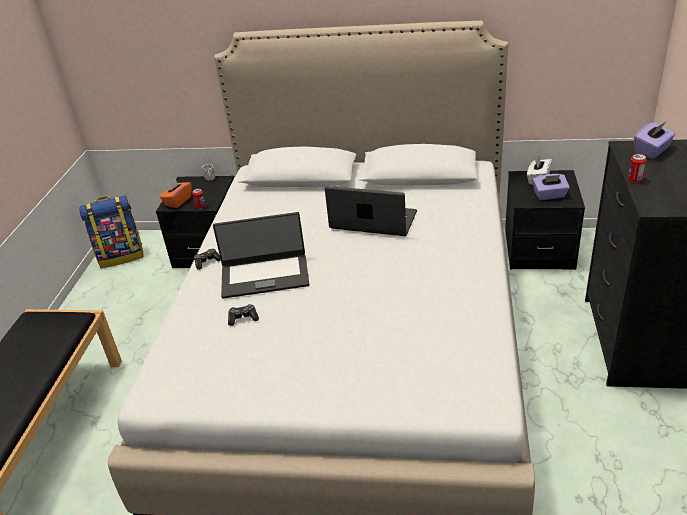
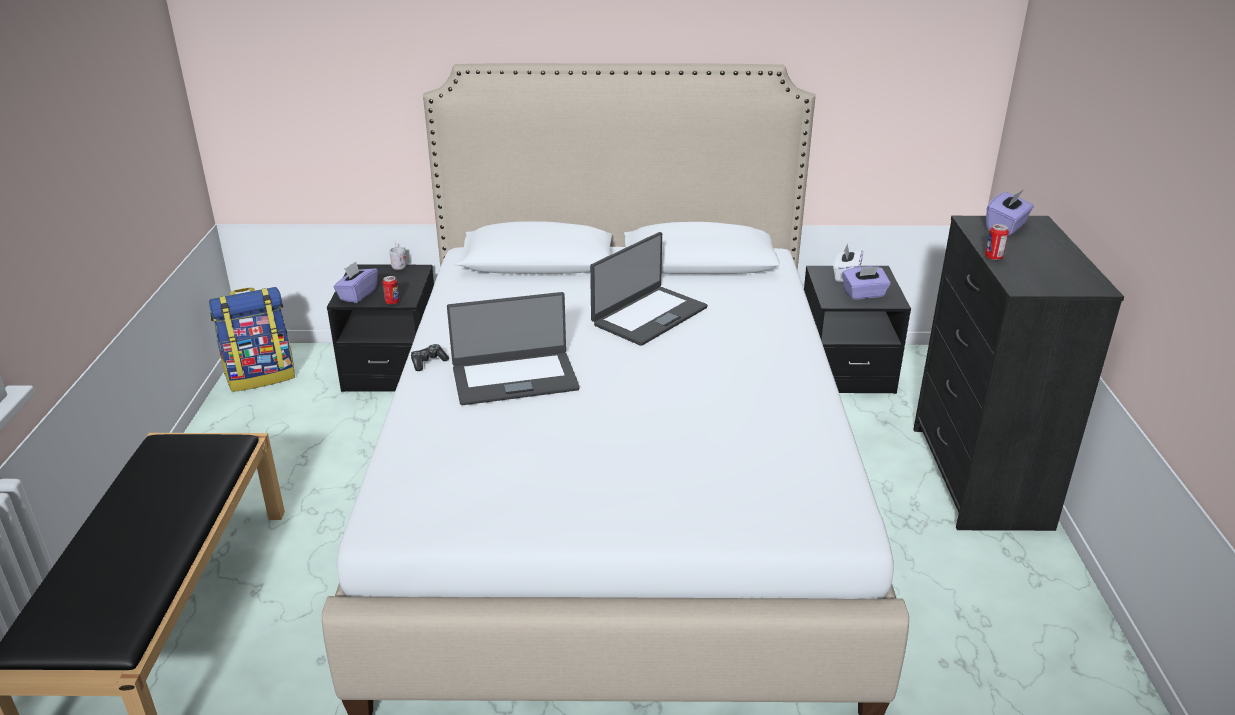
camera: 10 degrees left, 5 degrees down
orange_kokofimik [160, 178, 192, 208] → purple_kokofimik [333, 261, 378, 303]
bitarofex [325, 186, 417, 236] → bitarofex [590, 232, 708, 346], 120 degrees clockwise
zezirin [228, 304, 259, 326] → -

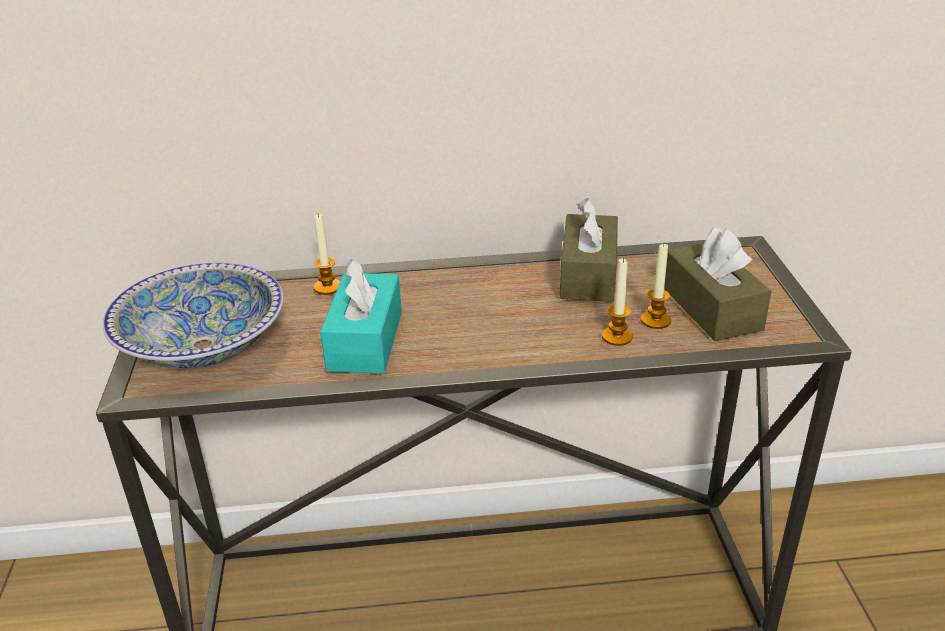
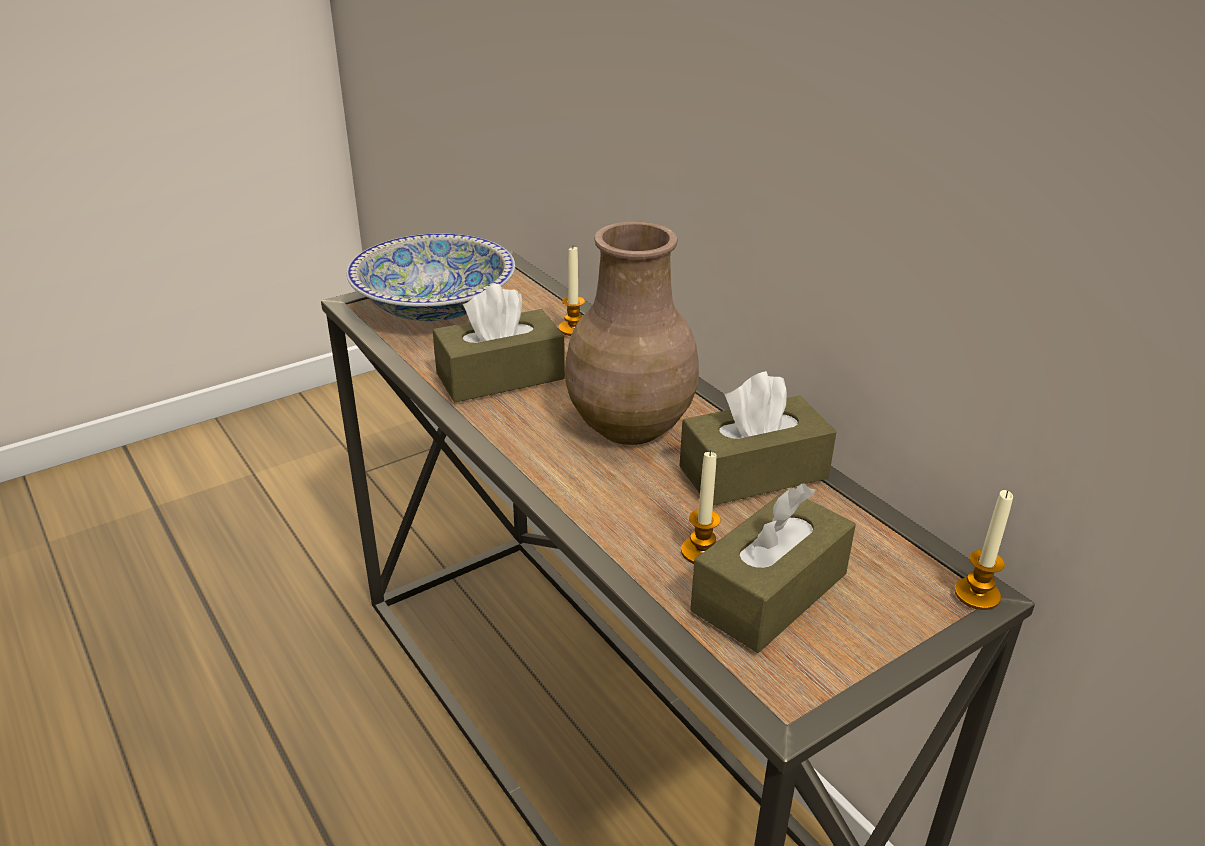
camera: 60 degrees right, 0 degrees up
turquoise_kokofimik [320, 259, 402, 374] → brown_kokofimik [433, 284, 565, 402]
- → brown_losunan [565, 222, 699, 445]
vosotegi [602, 258, 633, 346] → vosotegi [955, 490, 1013, 610], relocated

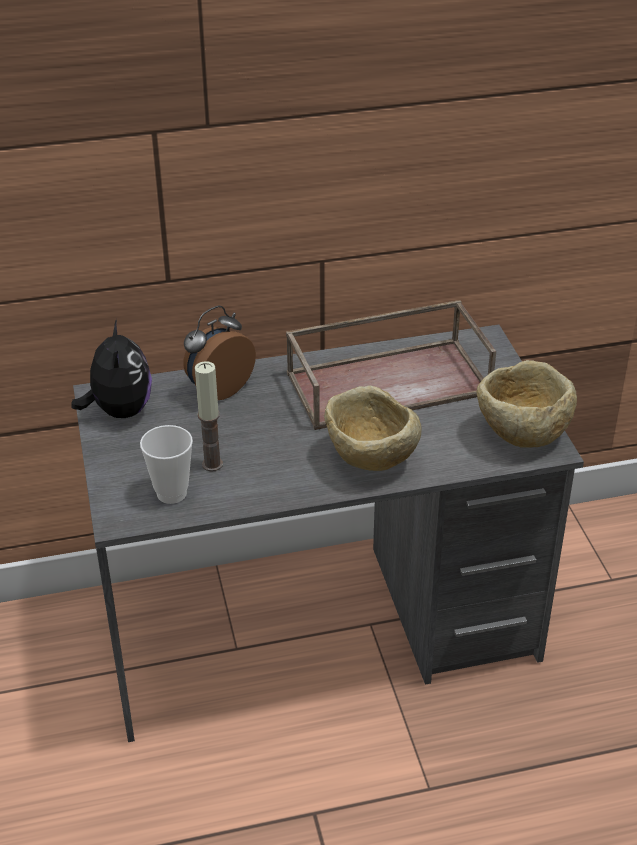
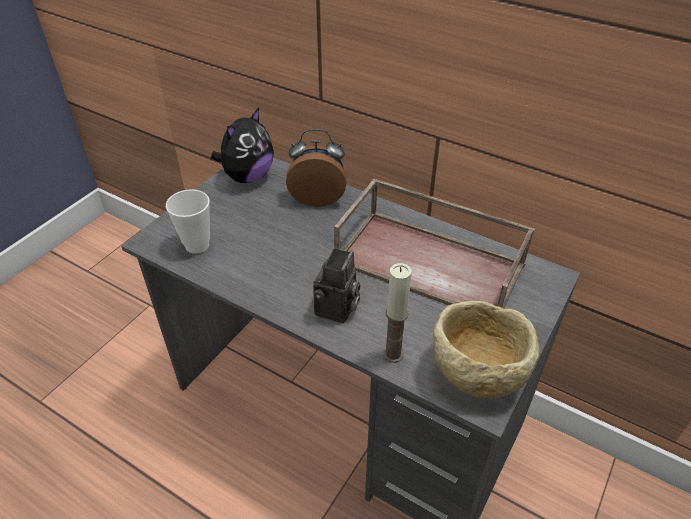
camera: 45 degrees right, 5 degrees up
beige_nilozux [324, 385, 421, 471] → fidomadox [313, 248, 360, 323]
vosotegi [195, 361, 223, 472] → vosotegi [383, 263, 412, 363], relocated

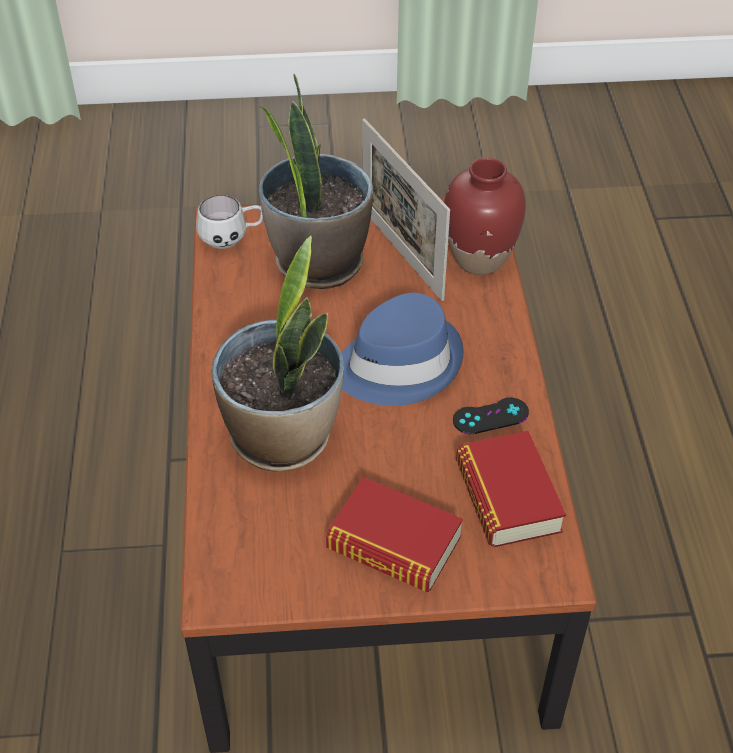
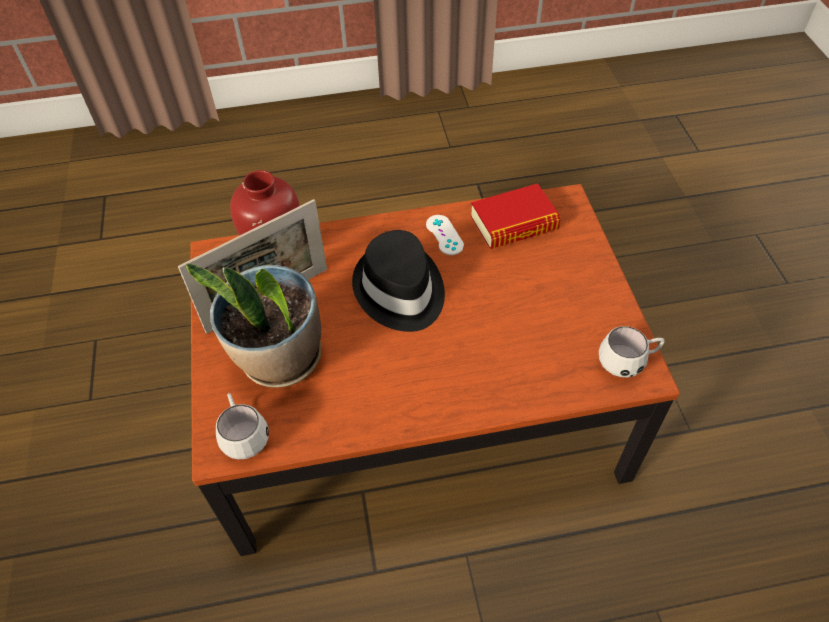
camera: 95 degrees left, 5 degrees up
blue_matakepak [341, 293, 463, 406] → black_matakepak [352, 230, 445, 332]
black_zezirin [453, 397, 529, 434] → white_zezirin [426, 215, 464, 255]
- → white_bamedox [599, 326, 665, 377]
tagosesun [211, 236, 344, 472] → -
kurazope [326, 477, 463, 593] → -

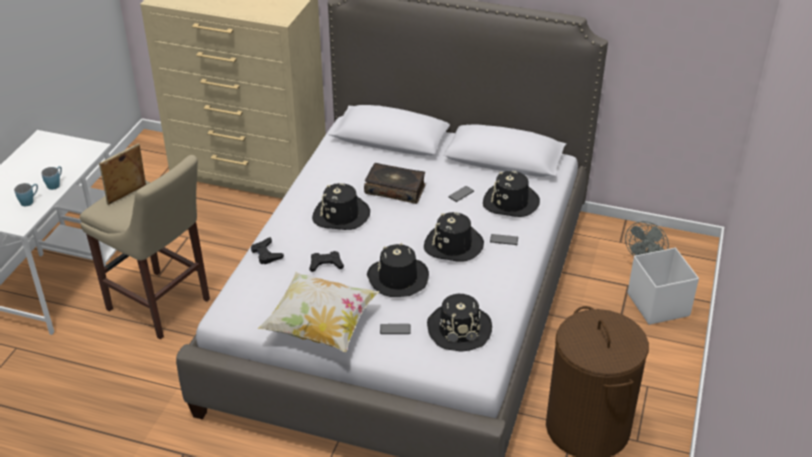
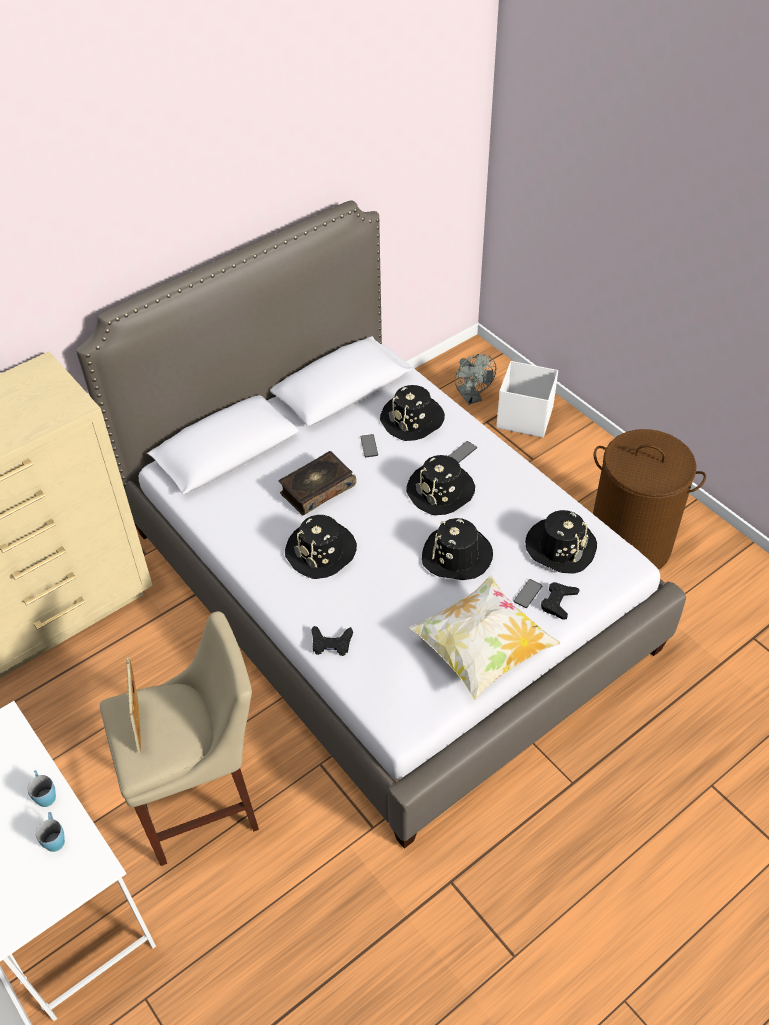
camera: 55 degrees left, 10 degrees up
black_zezirin [309, 251, 344, 272] → black_zezirin [541, 582, 580, 620], relocated

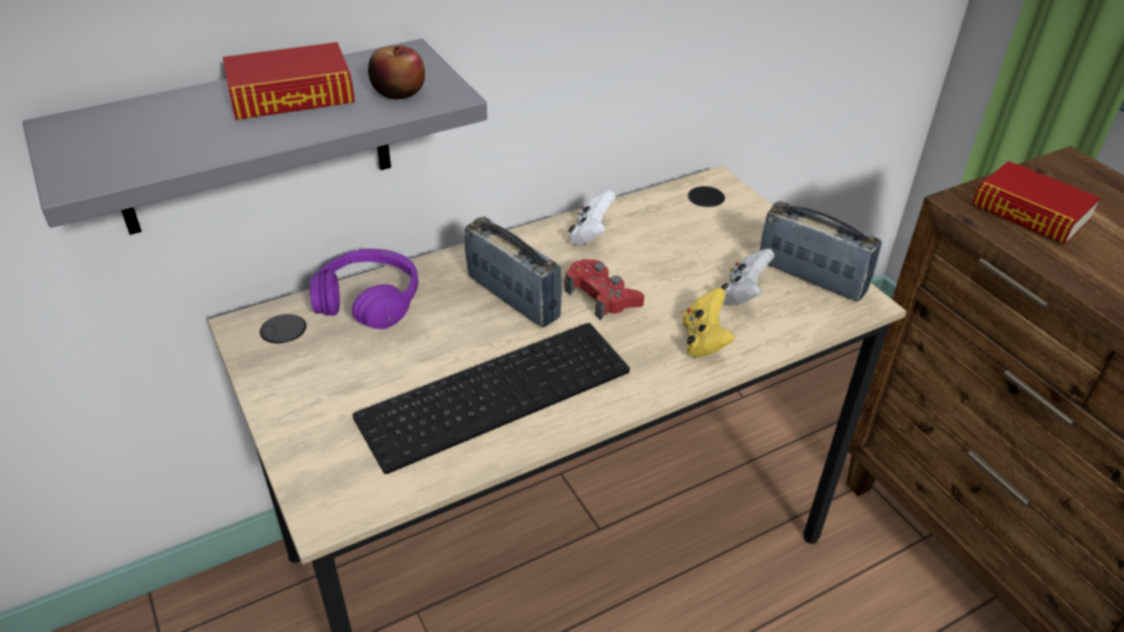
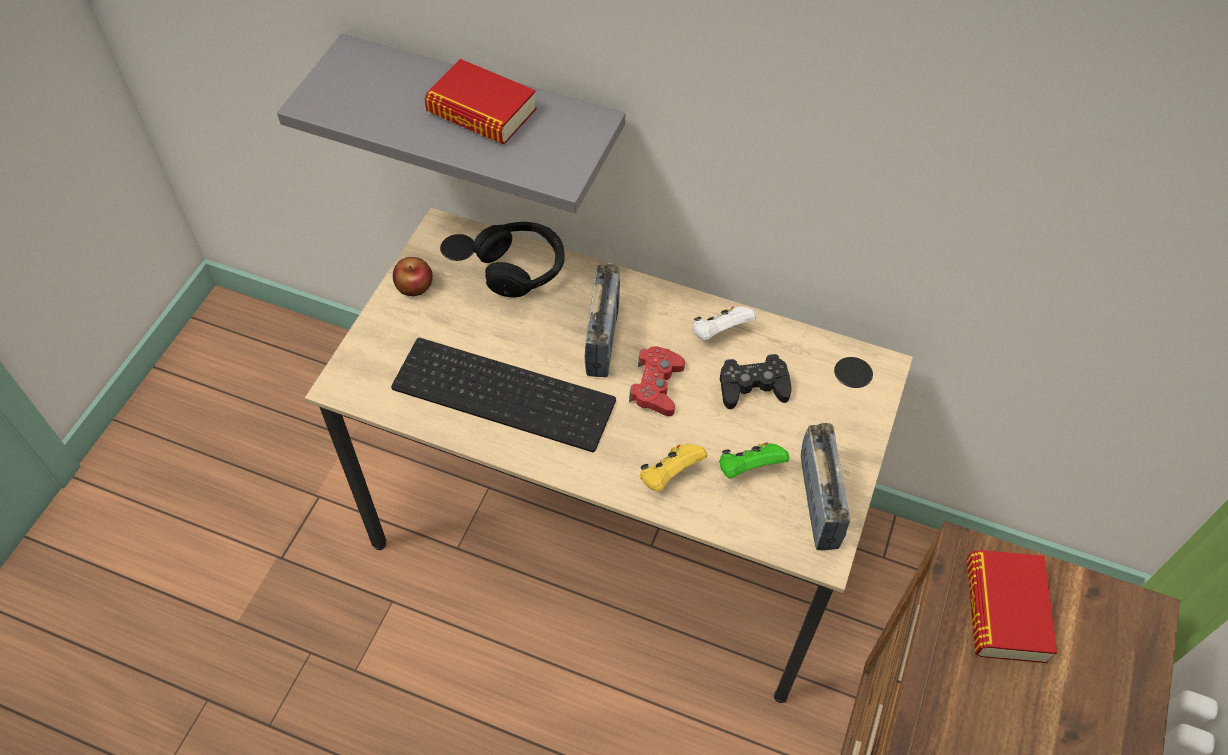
camera: 50 degrees right, 15 degrees up
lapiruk [368, 45, 425, 99] → lapiruk [393, 257, 433, 296], relocated
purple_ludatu [310, 249, 418, 329] → black_ludatu [472, 222, 565, 297]
white_zezirin [721, 249, 775, 306] → green_zezirin [719, 442, 789, 479]
- → black_zezirin [720, 354, 792, 409]

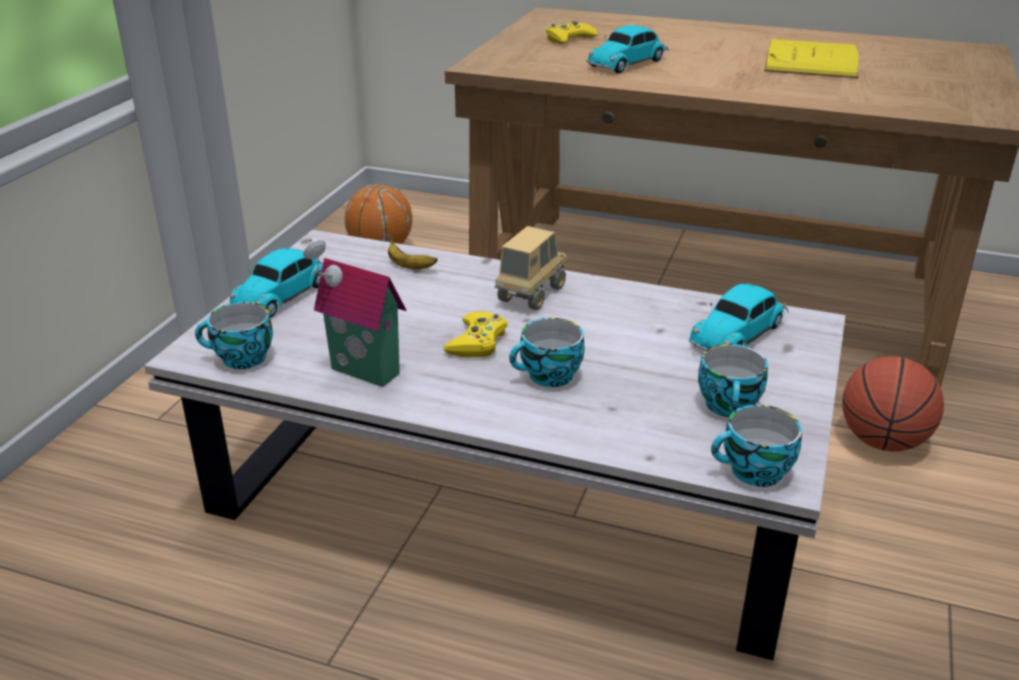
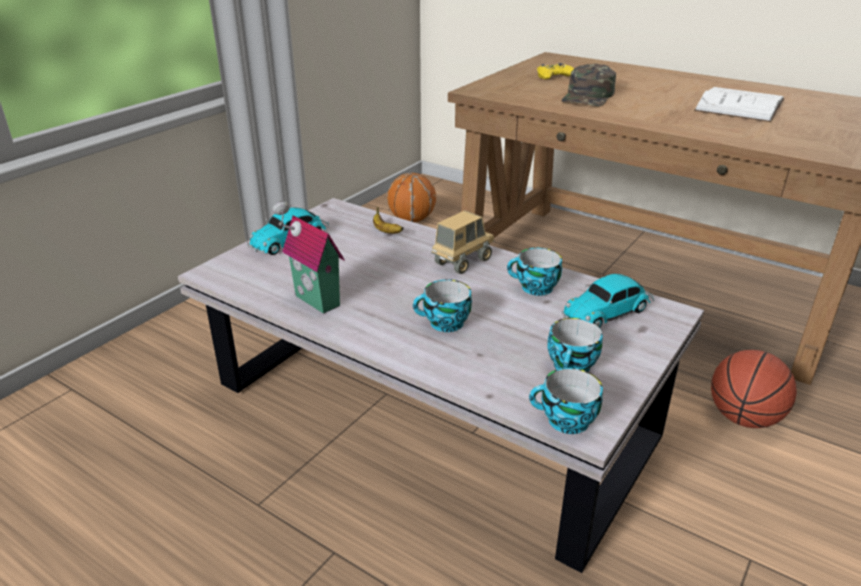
camera: 15 degrees right, 0 degrees up
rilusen [195, 302, 273, 369] → rilusen [507, 248, 562, 296], relocated
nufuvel [586, 25, 669, 74] → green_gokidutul [562, 64, 616, 106]
yellow_kurazope [764, 39, 859, 78] → white_kurazope [694, 87, 784, 122]
yellow_zezirin [443, 311, 507, 357] → -

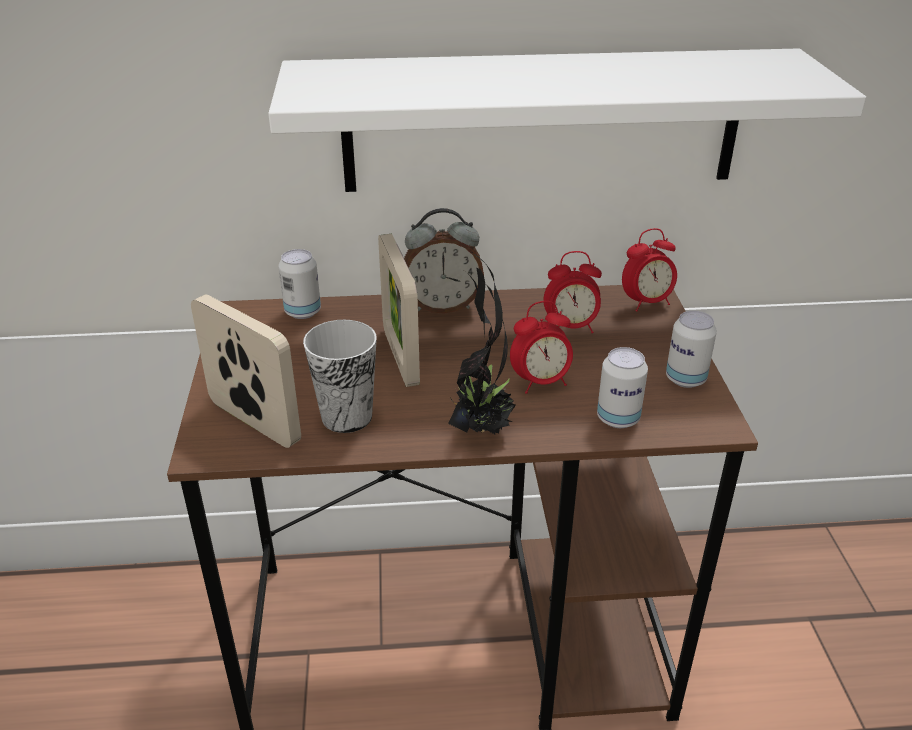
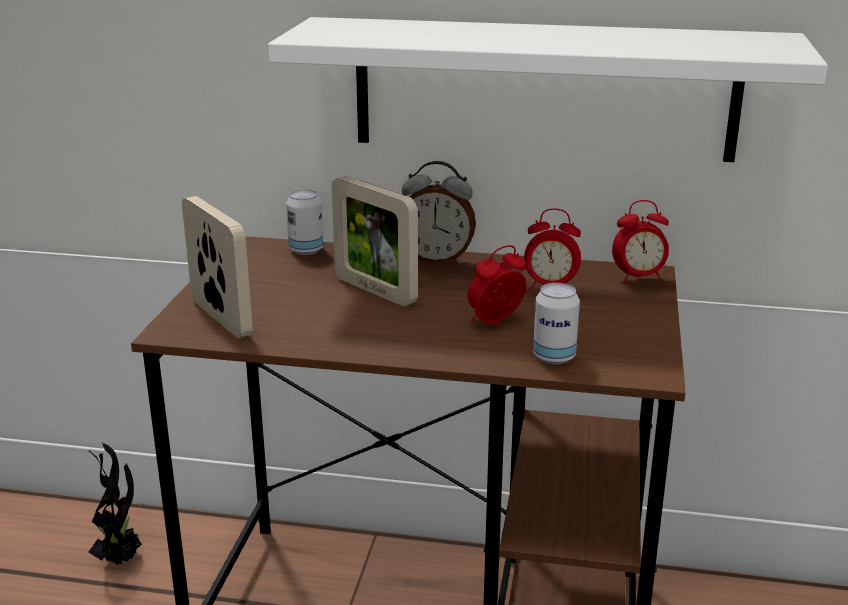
camera: 15 degrees right, 10 degrees down
tagosesun [448, 253, 516, 434] → tagosesun [88, 443, 143, 565], relocated
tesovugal [378, 234, 420, 387] → tesovugal [332, 176, 418, 306], 45 degrees counterclockwise
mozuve [510, 301, 573, 394] → mozuve [468, 245, 527, 325], 150 degrees clockwise
rilusen [303, 320, 377, 433] → -
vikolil [666, 311, 717, 388] → -

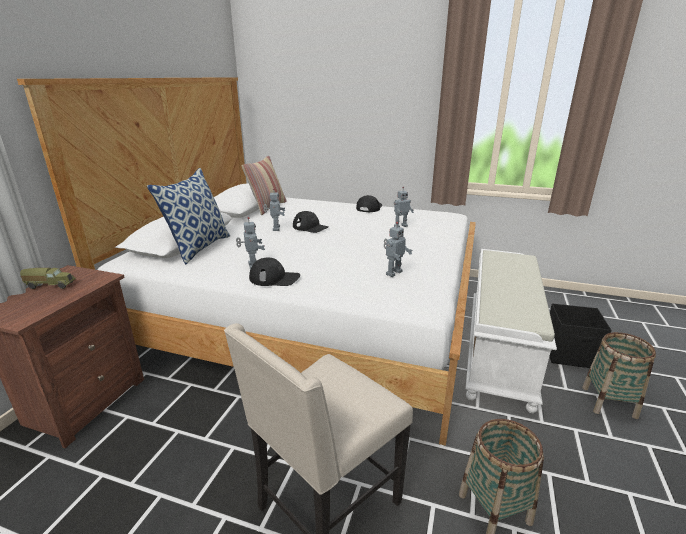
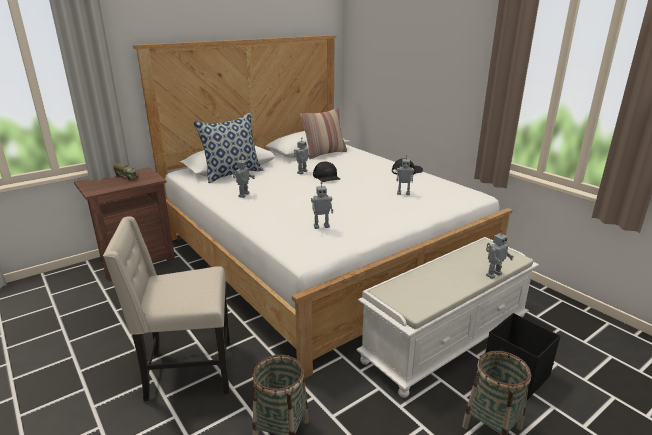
camera: 35 degrees right, 0 degrees up
- → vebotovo [486, 230, 514, 279]
black_gokidutul [249, 258, 300, 286] → -

